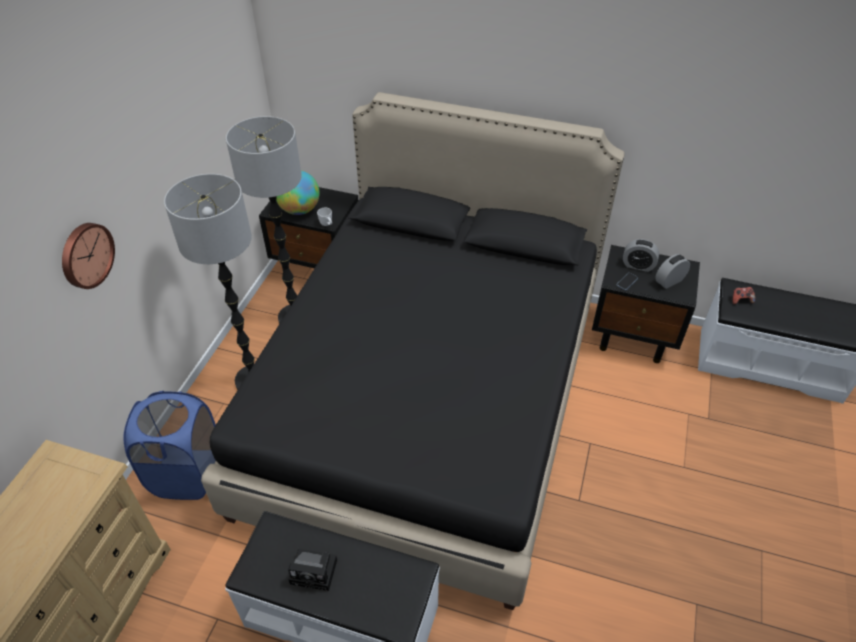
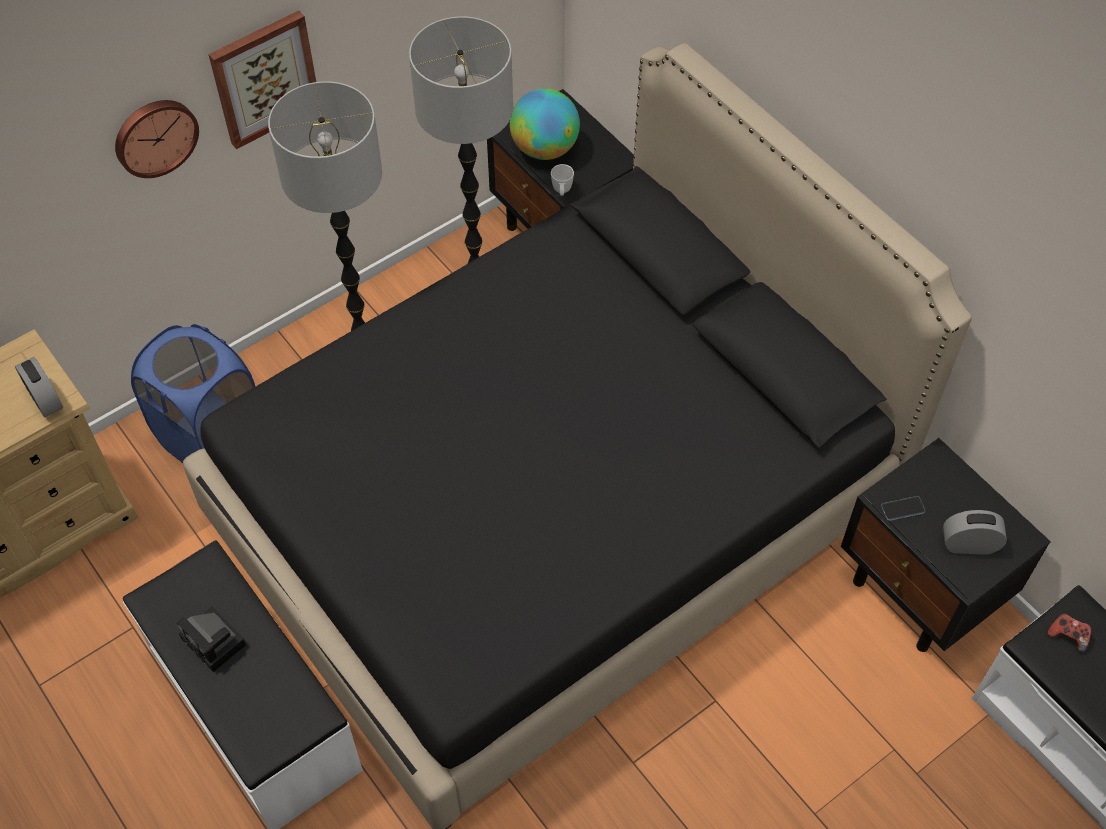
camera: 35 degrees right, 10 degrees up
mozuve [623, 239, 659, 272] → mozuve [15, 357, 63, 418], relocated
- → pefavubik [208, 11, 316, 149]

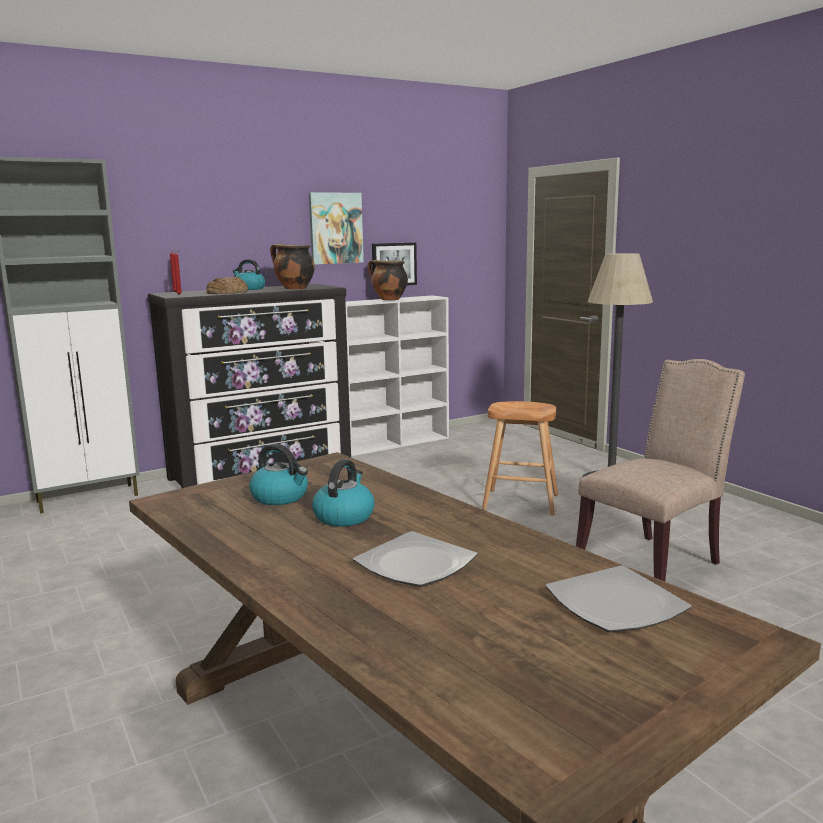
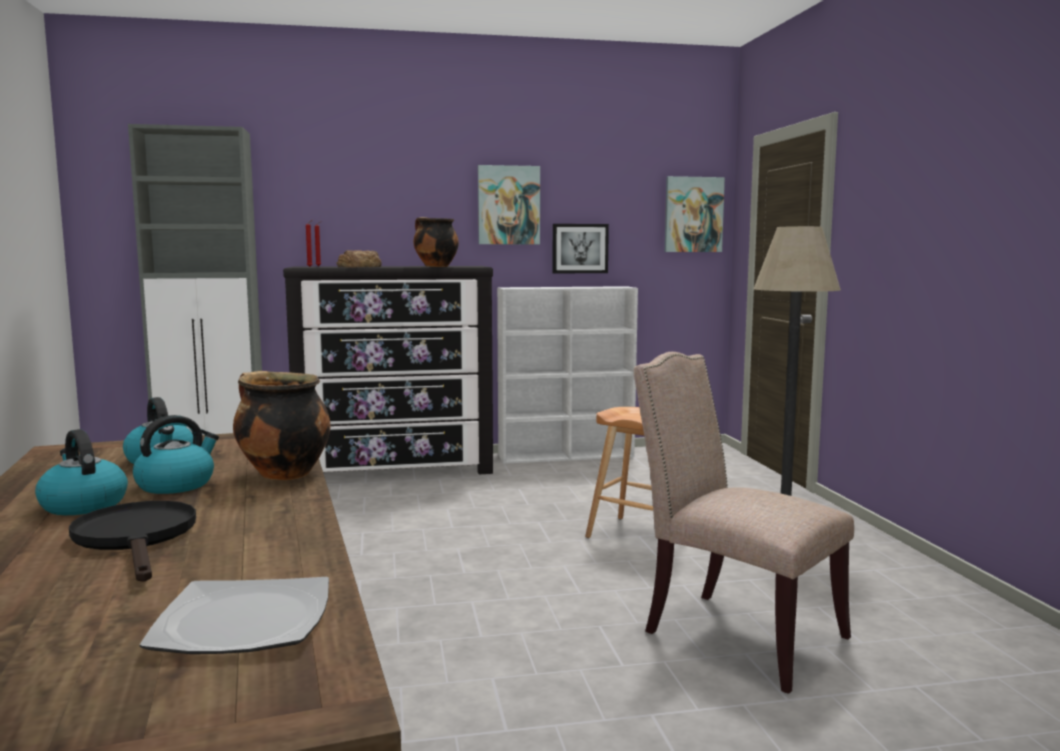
camera: 20 degrees right, 5 degrees down
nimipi [233, 259, 265, 290] → nimipi [35, 429, 128, 515], relocated
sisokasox [353, 531, 478, 587] → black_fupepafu [69, 501, 196, 582]
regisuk [367, 260, 408, 300] → regisuk [233, 371, 330, 480], relocated
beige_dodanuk [576, 359, 745, 581] → beige_dodanuk [634, 352, 854, 694], 120 degrees counterclockwise
- → pefavubik [665, 176, 725, 252]

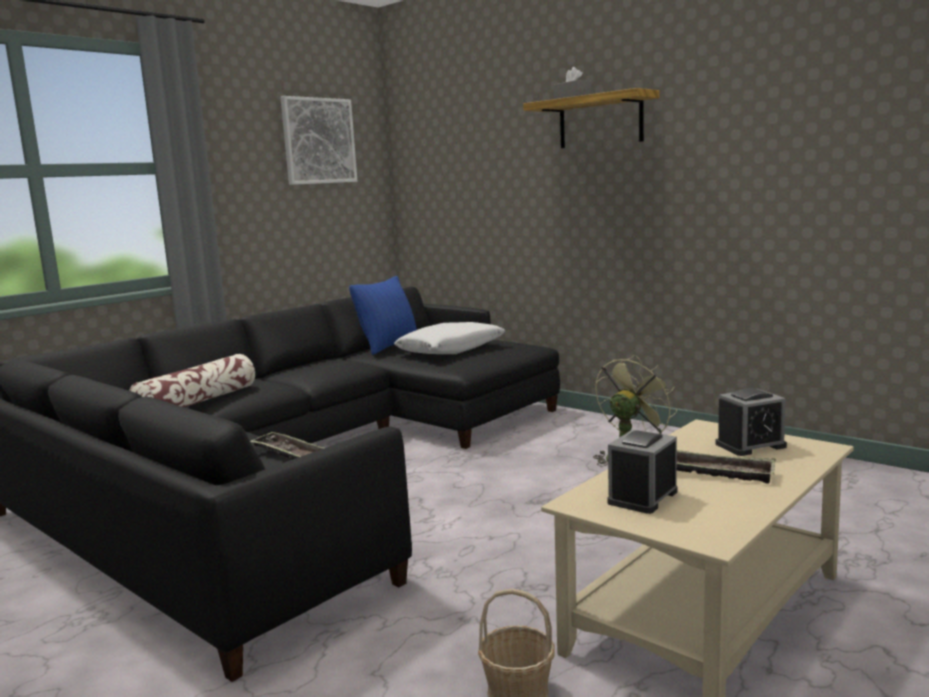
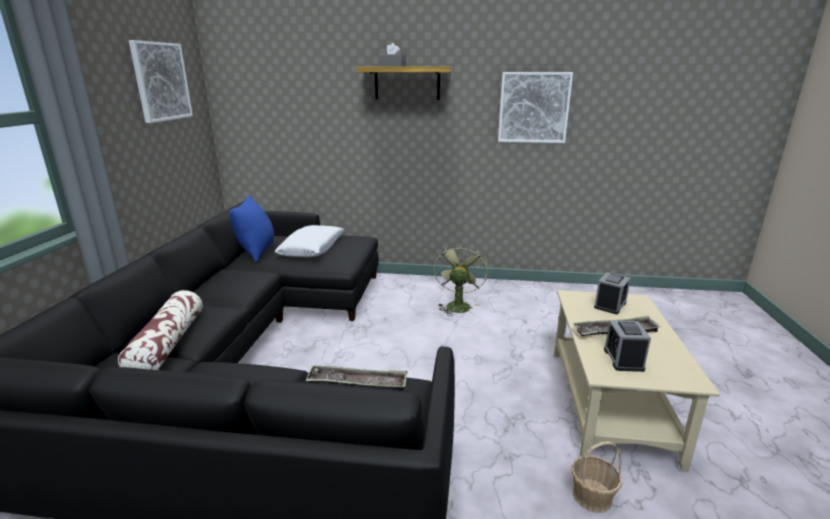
camera: 35 degrees left, 10 degrees up
- → pefavubik [498, 72, 573, 143]

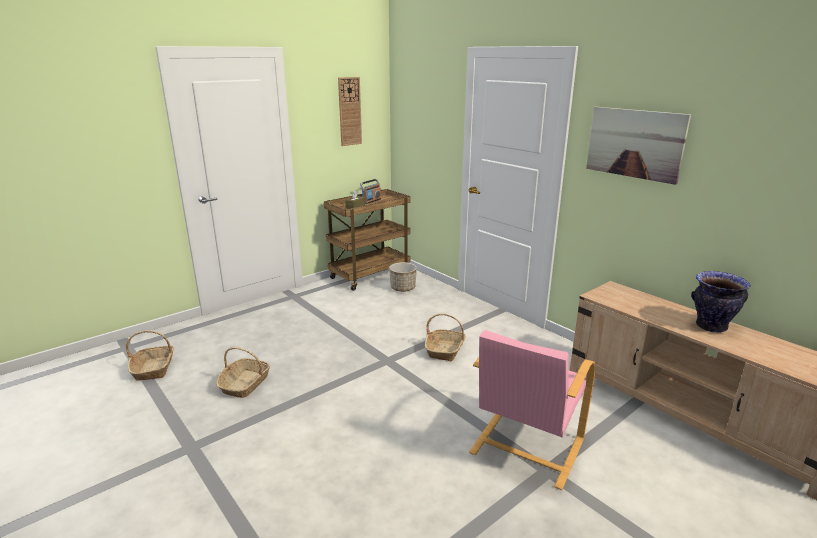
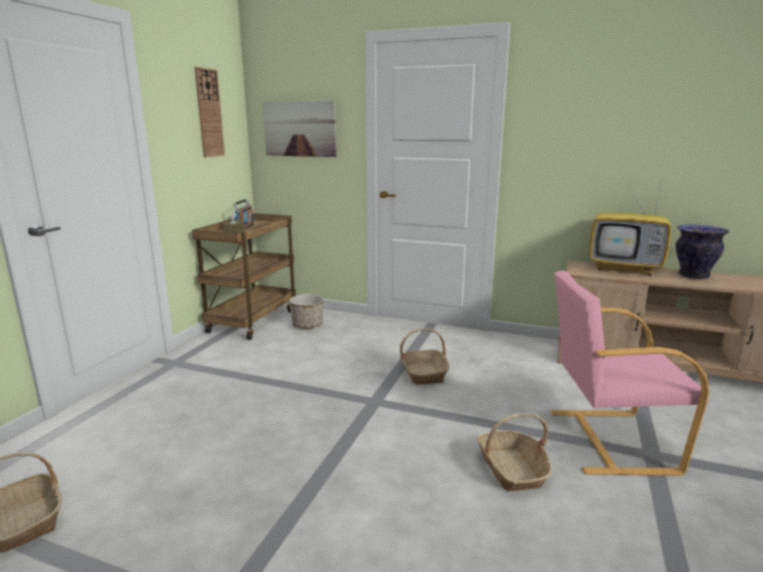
camera: 30 degrees left, 5 degrees down
pefavubik [586, 107, 691, 185] → pefavubik [263, 100, 337, 157], relocated
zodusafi [216, 347, 270, 398] → zodusafi [477, 413, 552, 491], relocated
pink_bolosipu [469, 330, 596, 490] → pink_bolosipu [550, 271, 709, 476], 90 degrees clockwise
- → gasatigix [589, 183, 671, 276]

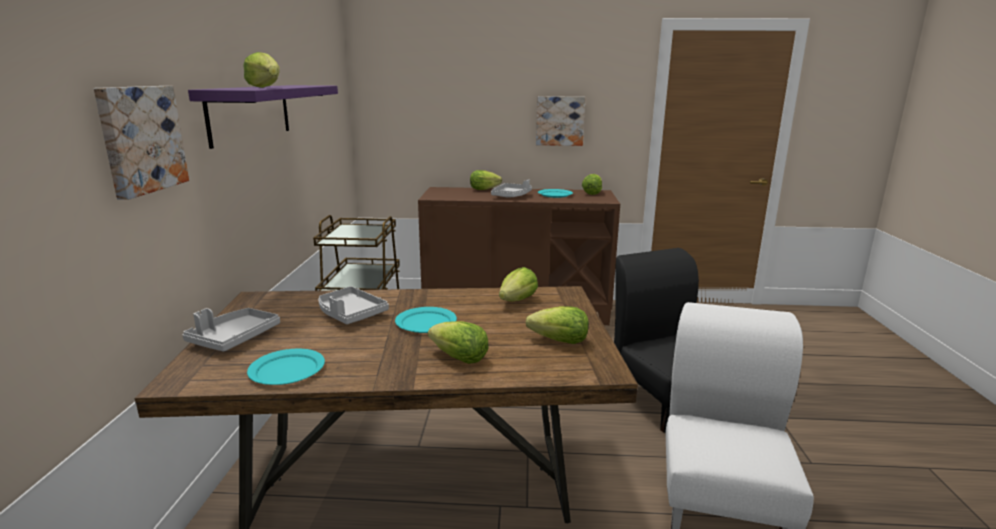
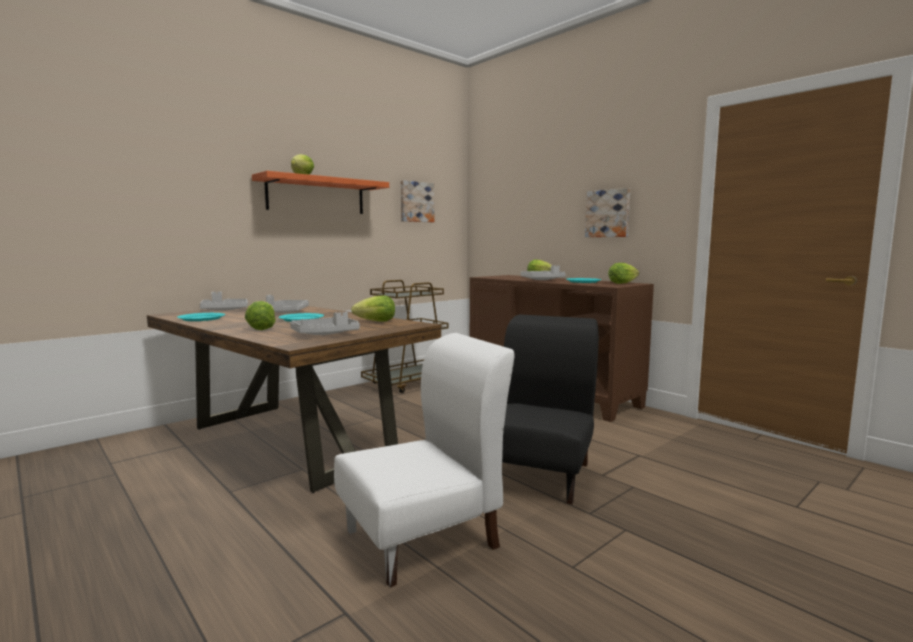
camera: 45 degrees right, 10 degrees down
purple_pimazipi [188, 85, 338, 149] → orange_pimazipi [252, 171, 389, 214]
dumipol [526, 306, 589, 344] → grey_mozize [290, 312, 360, 335]
pefavubik [94, 86, 189, 200] → pefavubik [401, 180, 434, 222], relocated

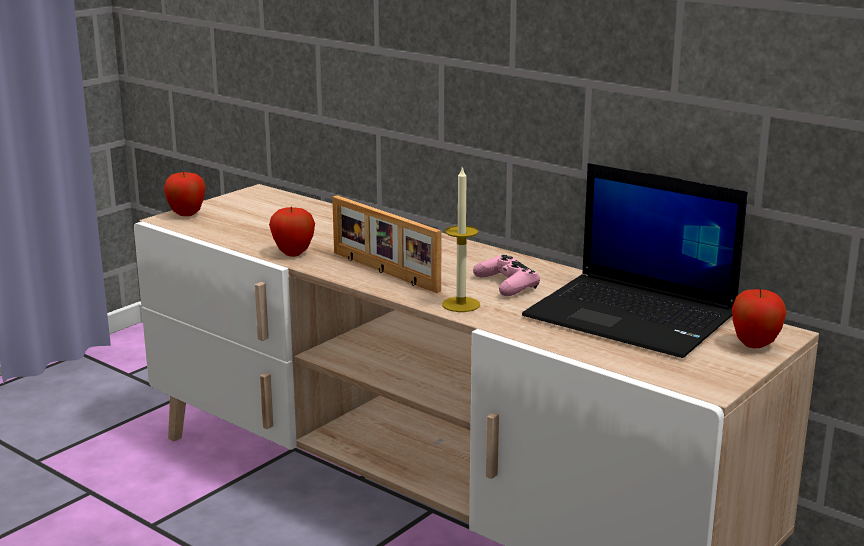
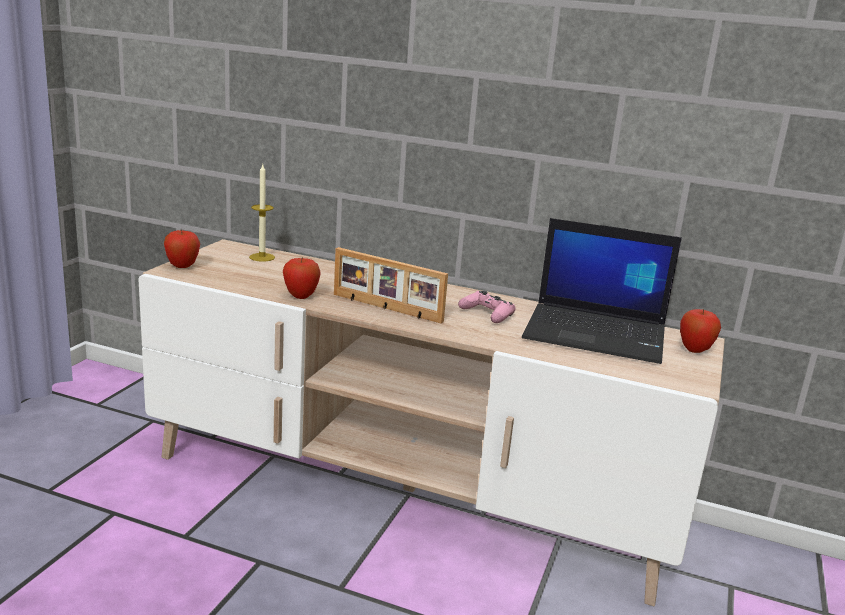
camera: 20 degrees left, 0 degrees up
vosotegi [442, 166, 480, 312] → vosotegi [249, 165, 275, 262], relocated

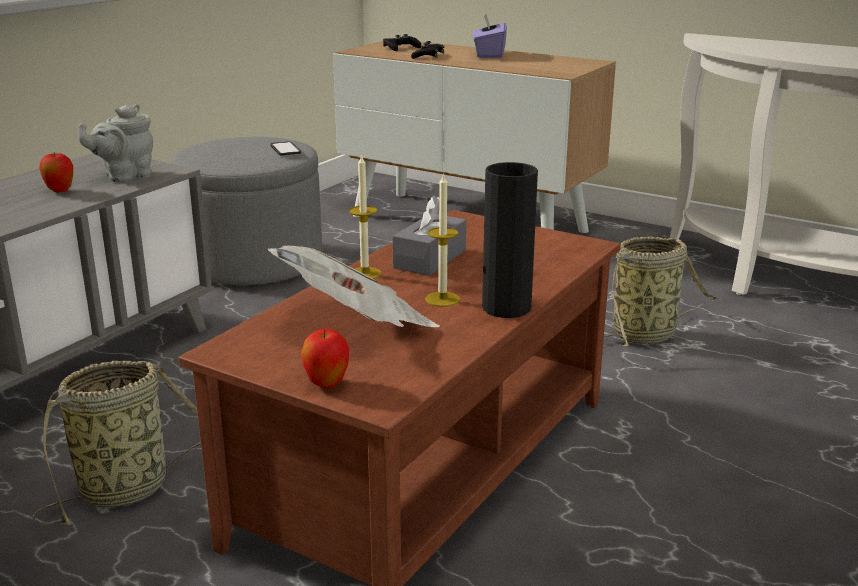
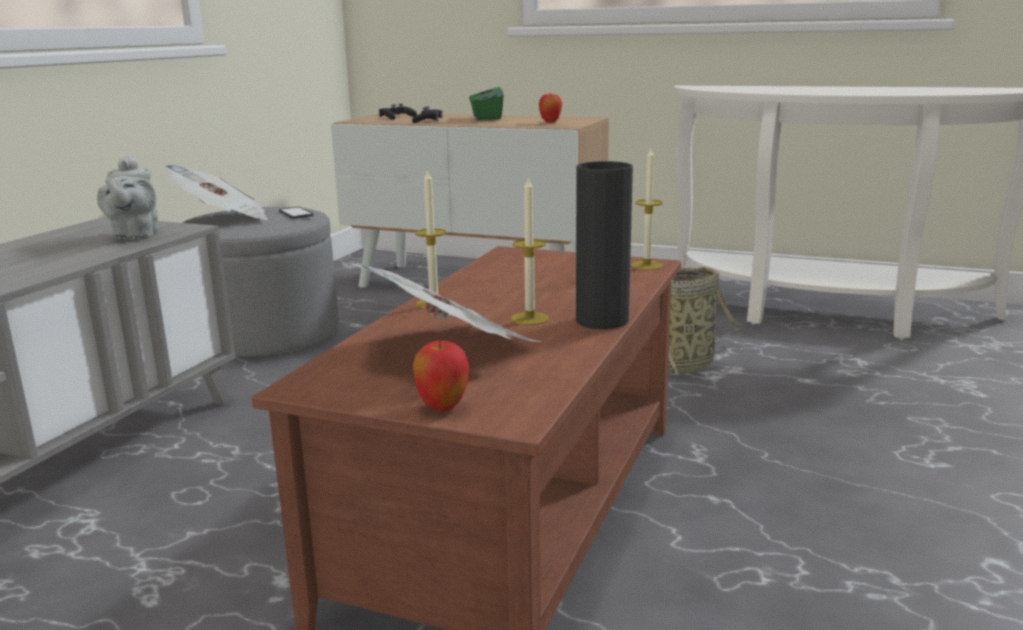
camera: 10 degrees left, 5 degrees down
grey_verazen [78, 104, 153, 182] → grey_verazen [97, 156, 159, 240], 45 degrees counterclockwise
- → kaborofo [164, 164, 268, 220]
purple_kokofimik [473, 14, 507, 58] → green_kokofimik [469, 78, 504, 120]
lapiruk [39, 153, 73, 192] → lapiruk [539, 92, 562, 122], relocated
- → vosotegi [631, 148, 663, 270]
zodusafi [32, 361, 201, 526] → -
grey_kokofimik [392, 196, 466, 276] → -

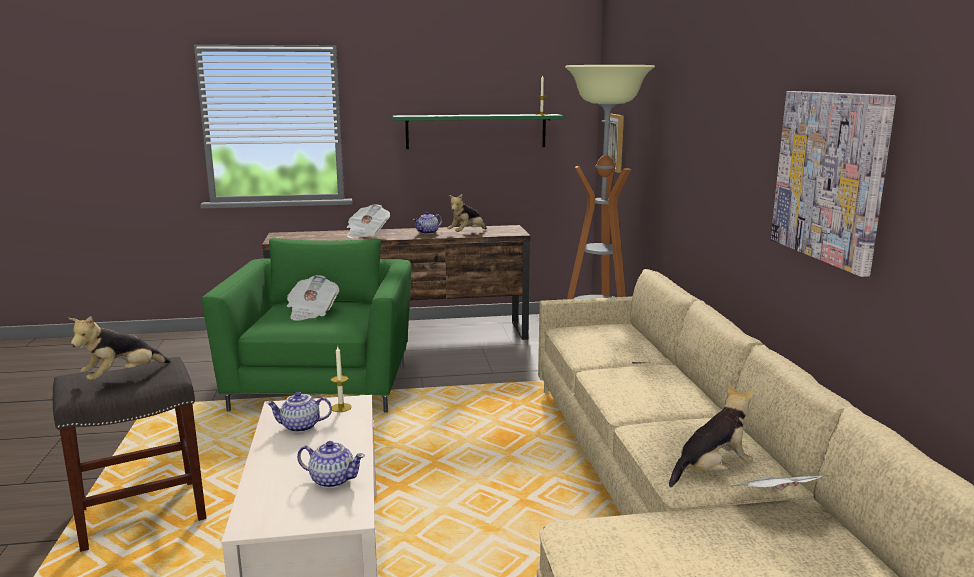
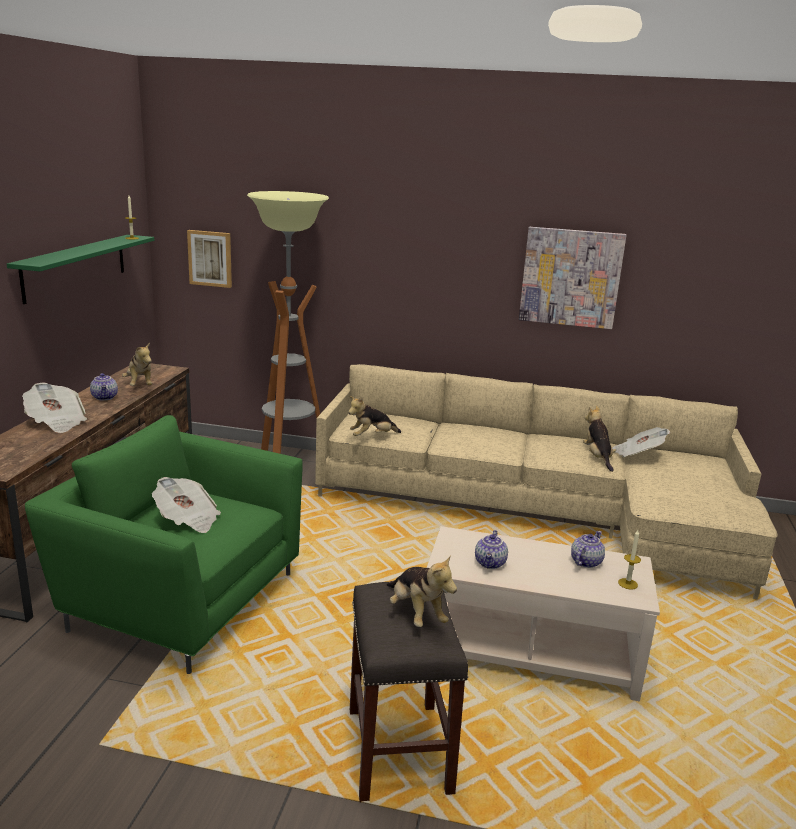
camera: 70 degrees left, 5 degrees up
- → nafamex [348, 396, 401, 436]
vosotegi [331, 346, 352, 412] → vosotegi [618, 530, 641, 589], relocated

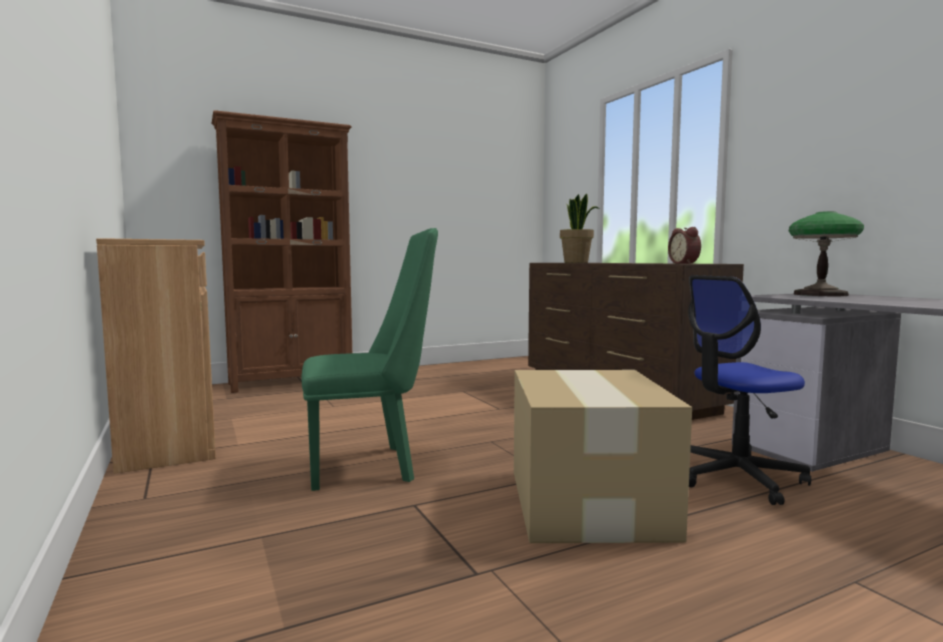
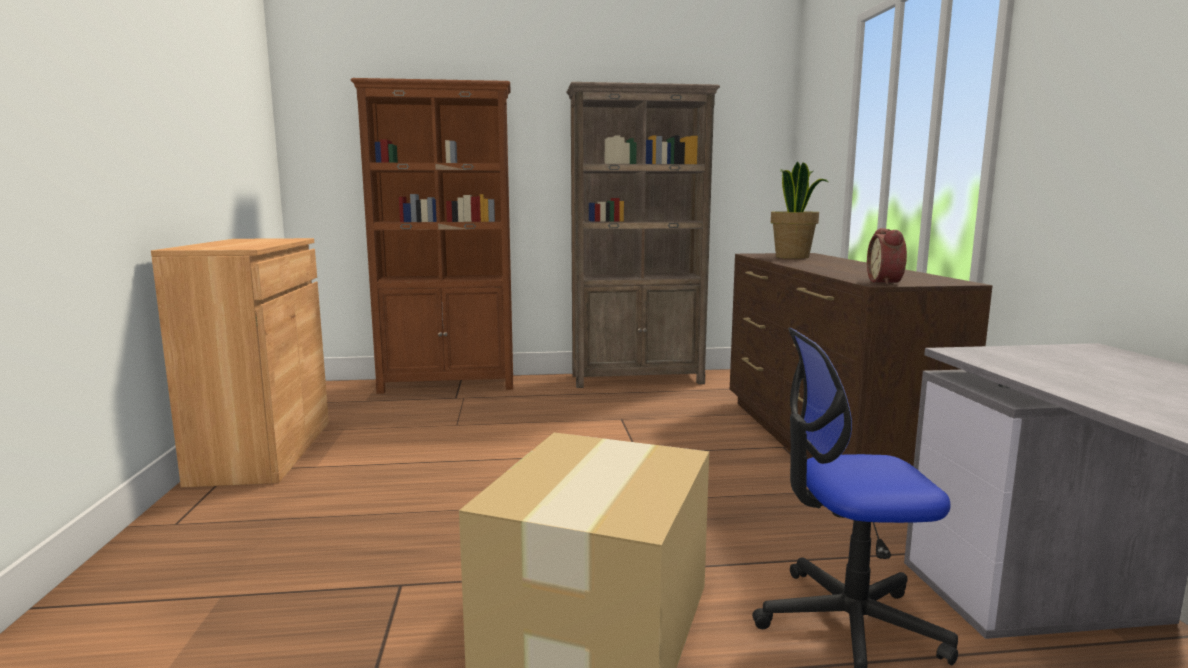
camera: 20 degrees right, 5 degrees up
- → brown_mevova [566, 82, 720, 388]
green_dodanuk [302, 228, 438, 491] → -
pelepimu [789, 211, 864, 296] → -

